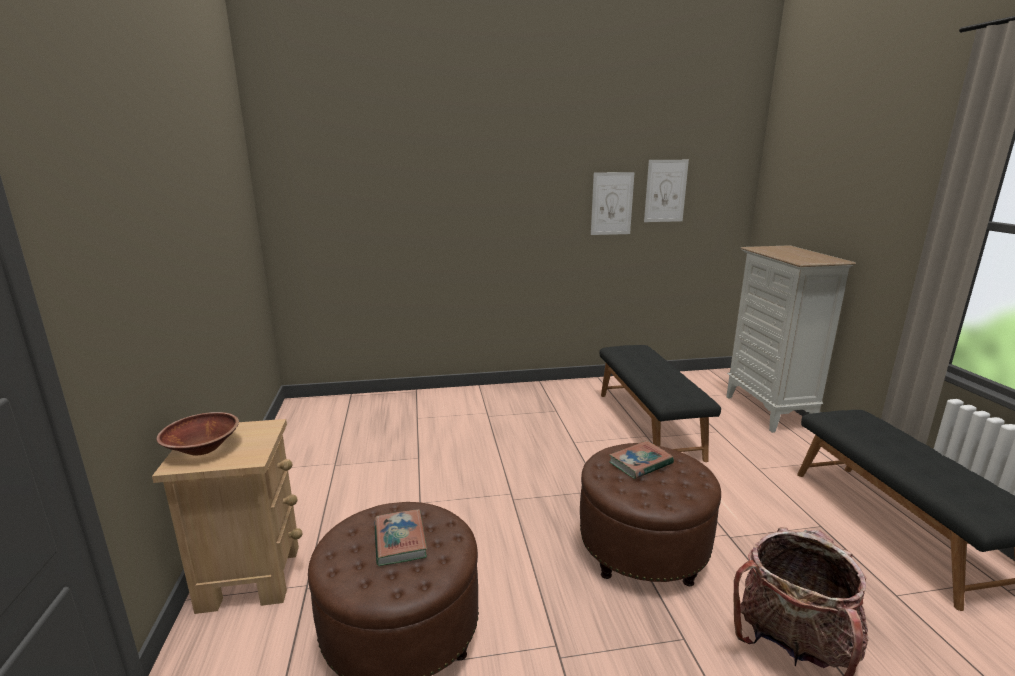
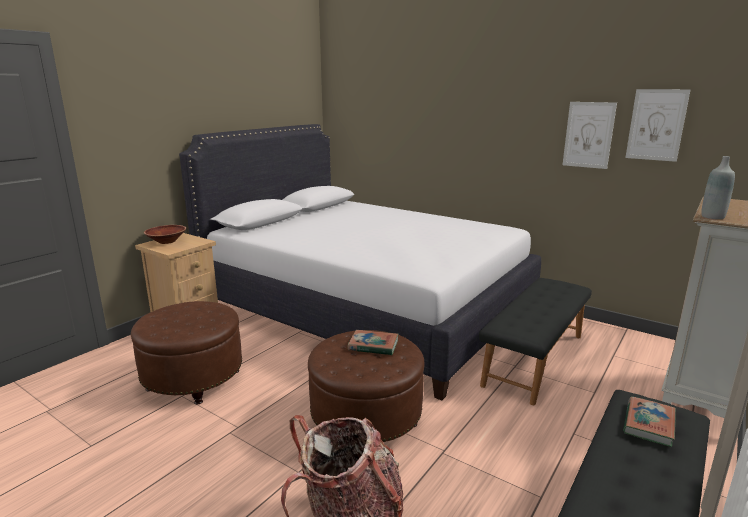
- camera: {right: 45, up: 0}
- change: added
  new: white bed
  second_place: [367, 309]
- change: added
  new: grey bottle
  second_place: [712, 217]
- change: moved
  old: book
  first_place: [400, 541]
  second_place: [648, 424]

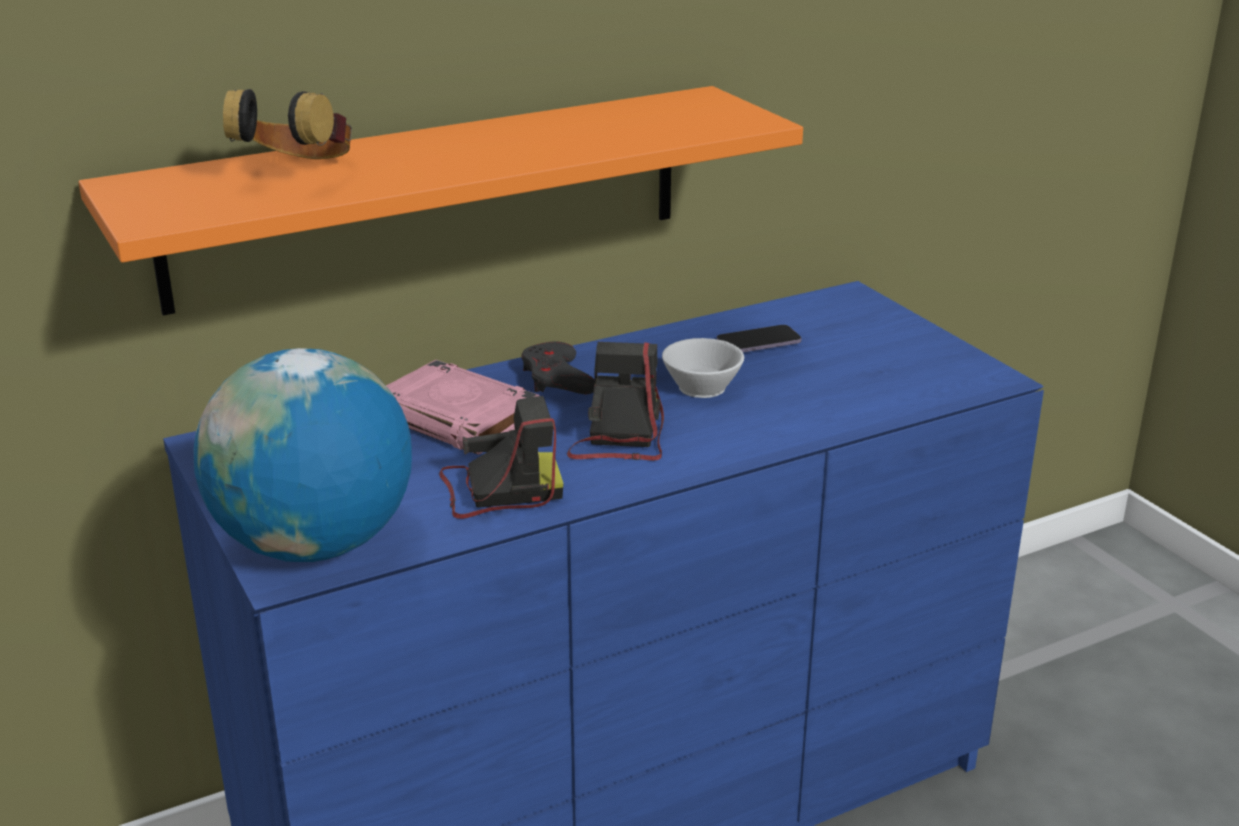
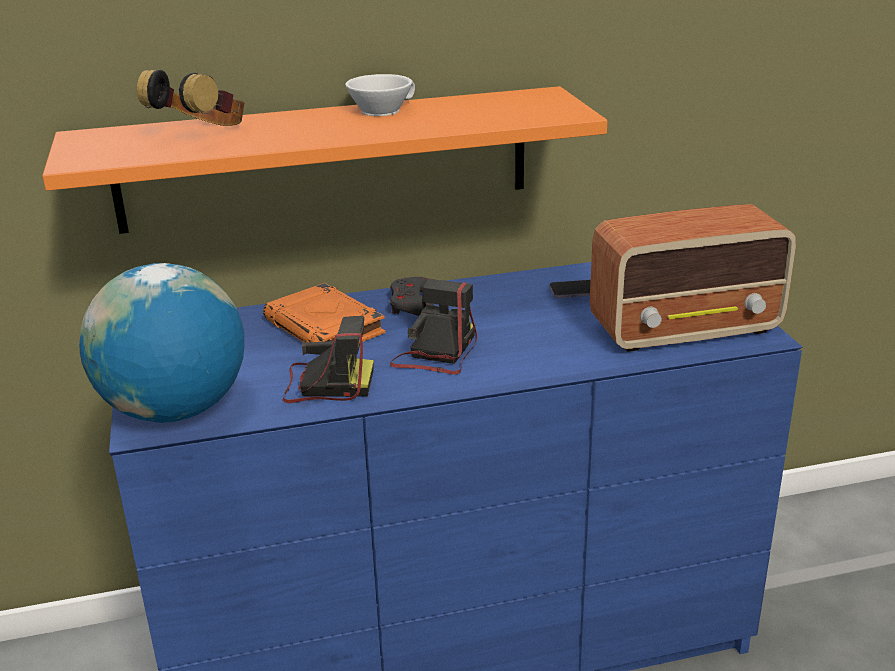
- camera: {right: 15, up: 0}
- change: added
  new: radio
  second_place: [687, 329]
- change: moved
  old: white cup
  first_place: [700, 385]
  second_place: [380, 110]
- change: recoloured
  old: pink book
  new: orange book
  first_place: [457, 418]
  second_place: [326, 327]

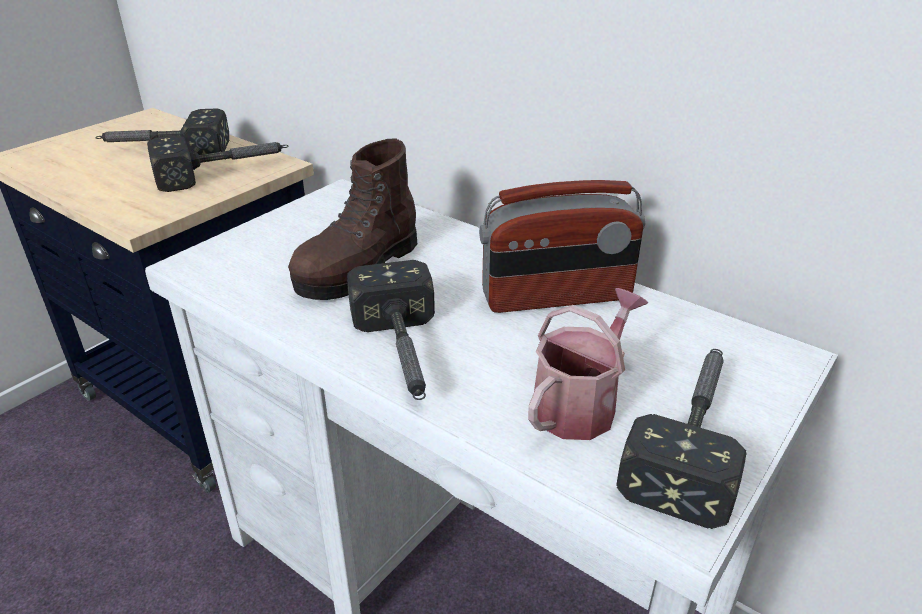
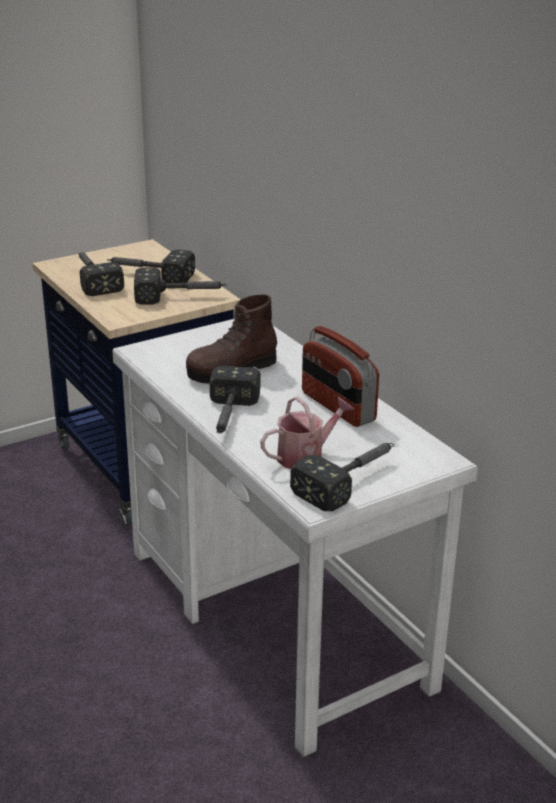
- camera: {right: 20, up: -5}
- change: added
  new: hammer
  second_place: [93, 278]
- change: turned
  old: radio
  first_place: [557, 297]
  second_place: [337, 407]
  degrees: 45

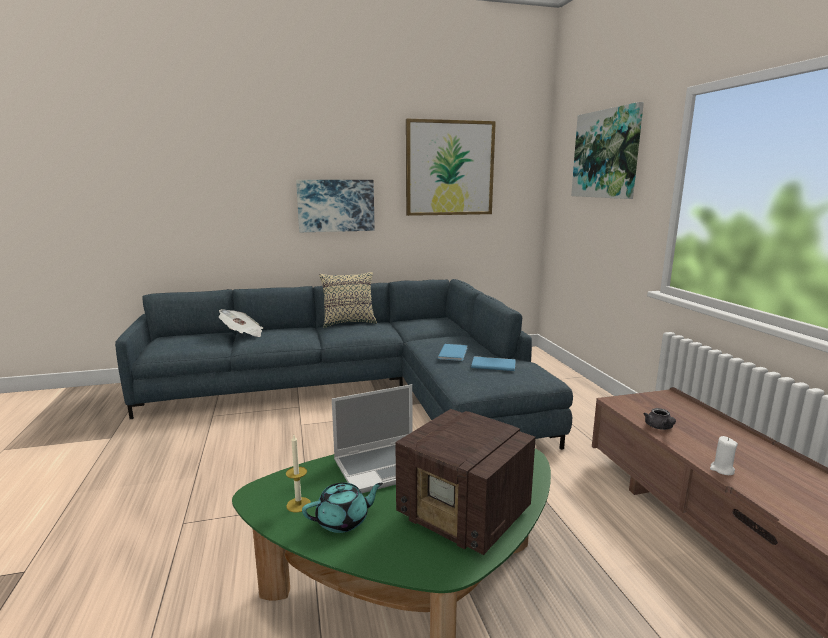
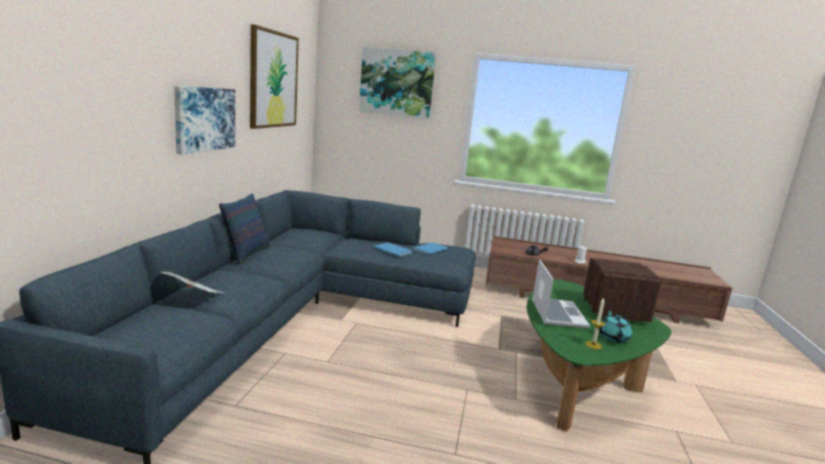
- camera: {right: -65, up: 0}
- change: recoloured
  old: beige pillow
  new: blue pillow
  first_place: [349, 323]
  second_place: [246, 254]
- change: turned
  old: radio
  first_place: [465, 515]
  second_place: [614, 311]
  degrees: -60

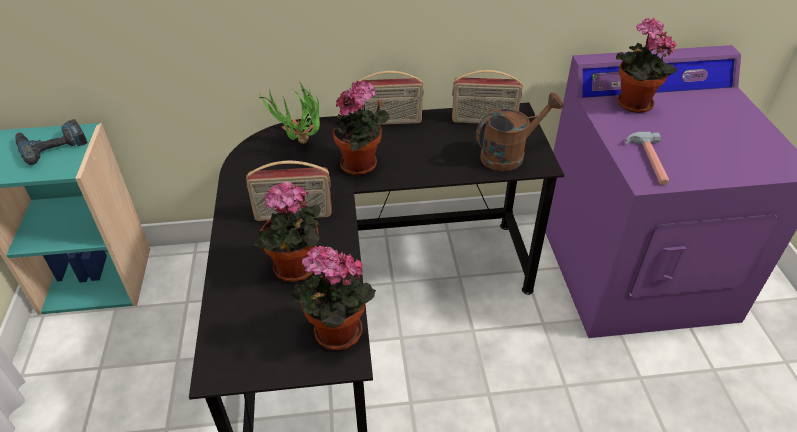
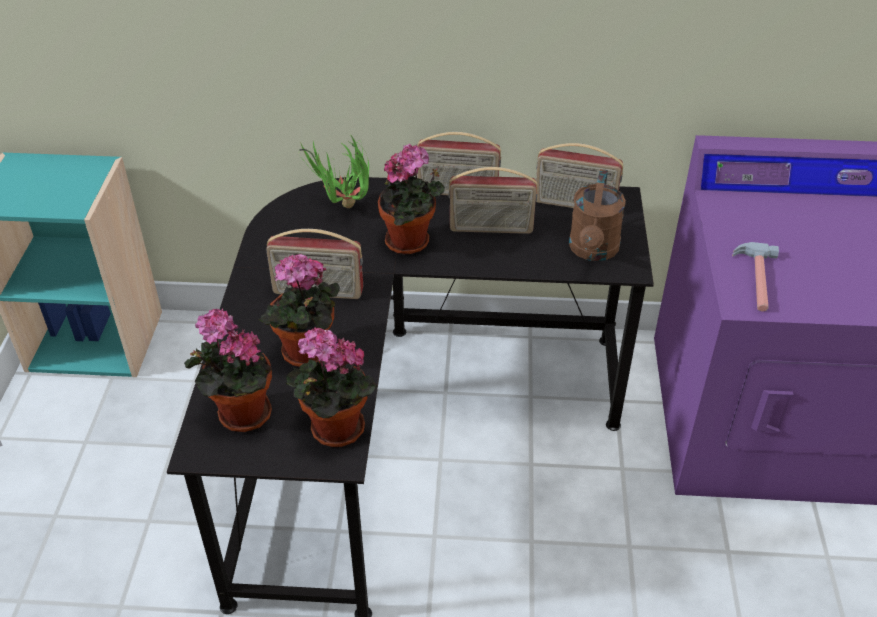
- camera: {right: 10, up: 0}
- change: removed
  old: power drill
  first_place: [52, 144]
- change: added
  new: radio
  second_place: [491, 228]
- change: moved
  old: potted plant
  first_place: [631, 105]
  second_place: [239, 414]
- change: turned
  old: brown watering can
  first_place: [509, 155]
  second_place: [593, 251]
  degrees: 120

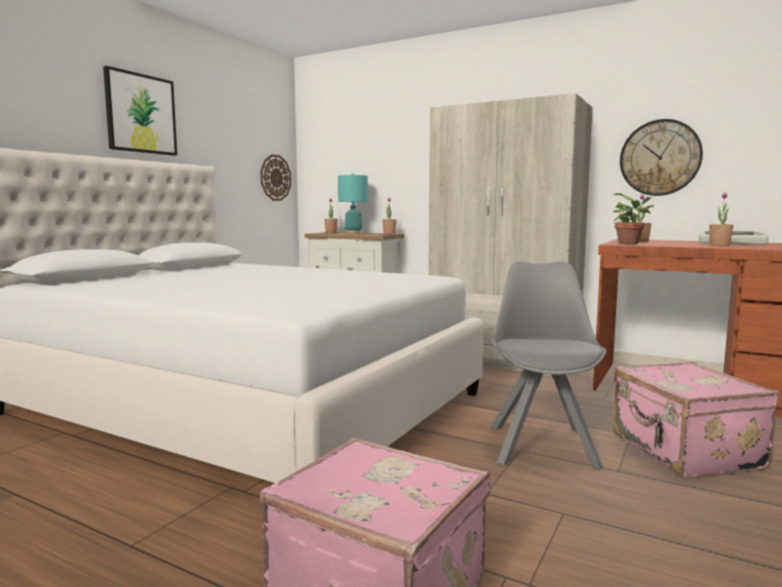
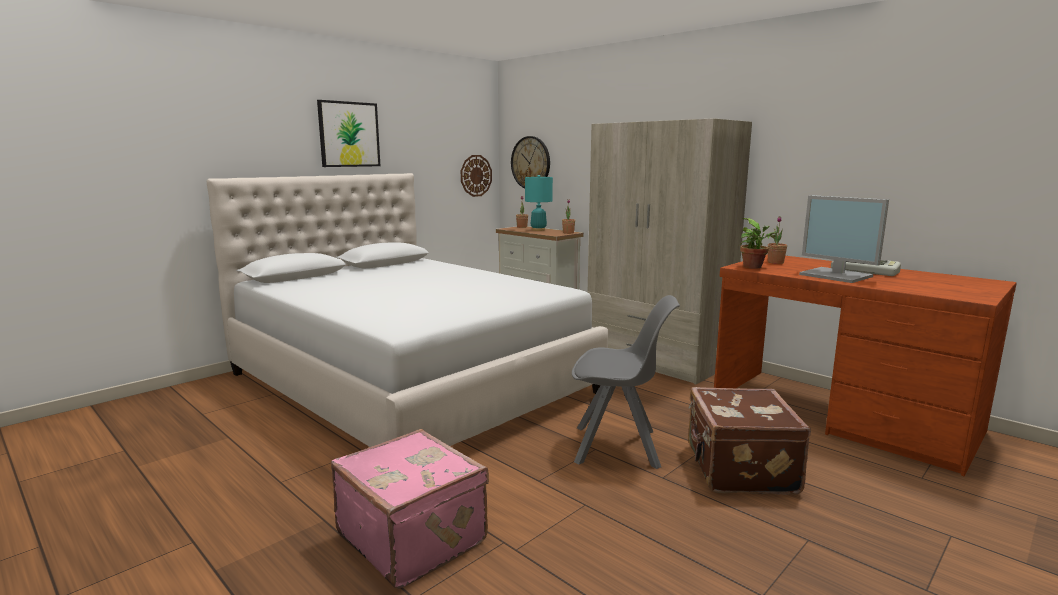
- camera: {right: 15, up: 5}
- change: moved
  old: wall clock
  first_place: [660, 158]
  second_place: [530, 163]
- change: replaced
  old: potted plant
  new: monitor
  first_place: [719, 245]
  second_place: [837, 275]
- change: recoloured
  old: pink suitcase
  new: brown suitcase
  first_place: [684, 452]
  second_place: [738, 469]
- change: turned
  old: grey chair
  first_place: [542, 445]
  second_place: [618, 447]
  degrees: 75

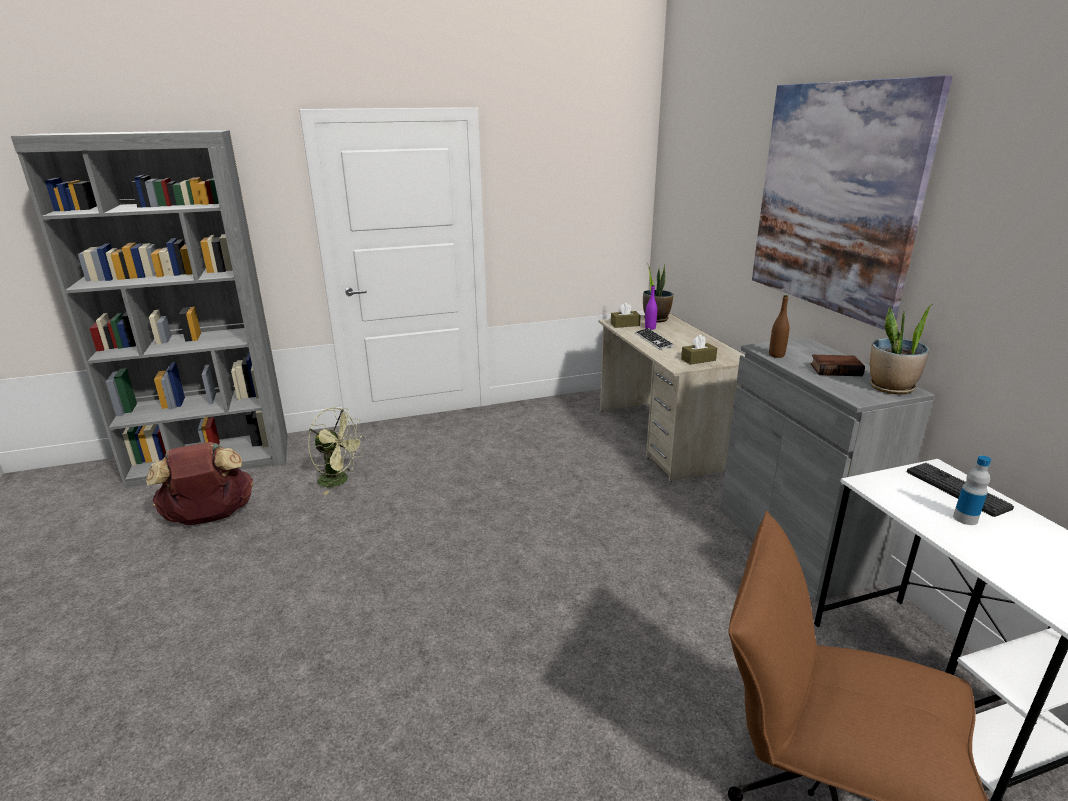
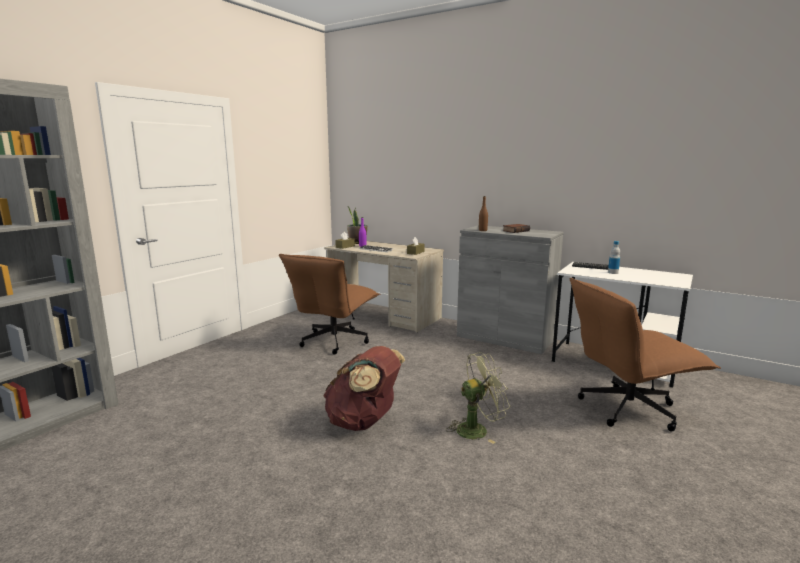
- camera: {right: -40, up: -10}
- change: removed
  old: picture
  first_place: [834, 198]
- change: removed
  old: potted plant
  first_place: [891, 388]
- change: added
  new: brown office chair
  second_place: [335, 341]
- change: moved
  old: brown backpack
  first_place: [210, 518]
  second_place: [364, 422]
- change: moved
  old: green fan
  first_place: [339, 480]
  second_place: [477, 429]

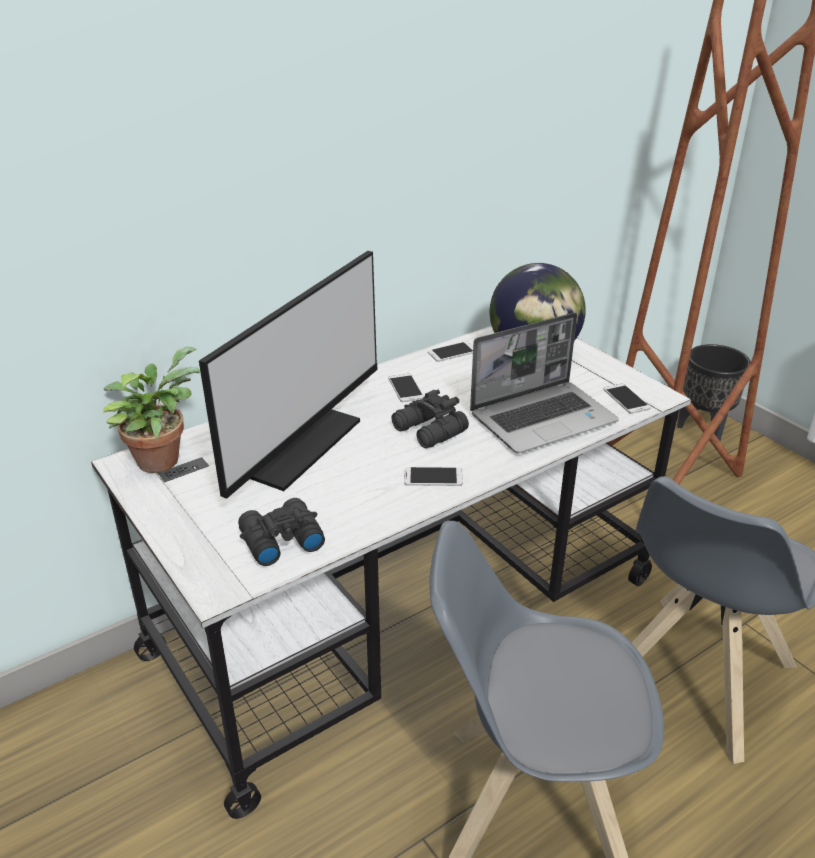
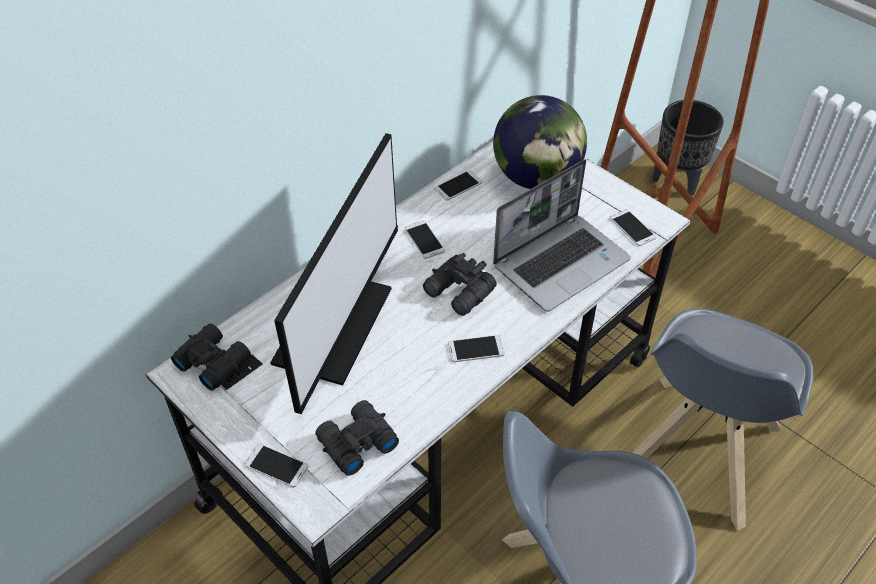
- camera: {right: -10, up: 15}
- change: added
  new: phone
  second_place: [276, 466]
- change: replaced
  old: potted plant
  new: black binoculars
  first_place: [161, 458]
  second_place: [213, 361]

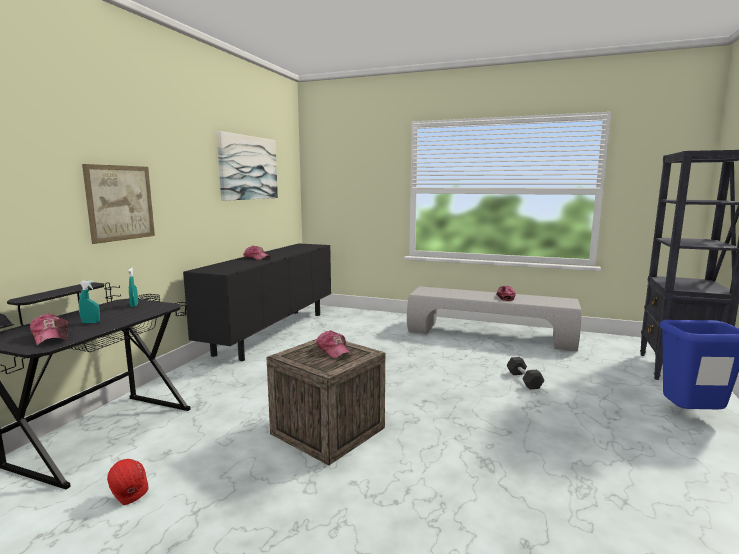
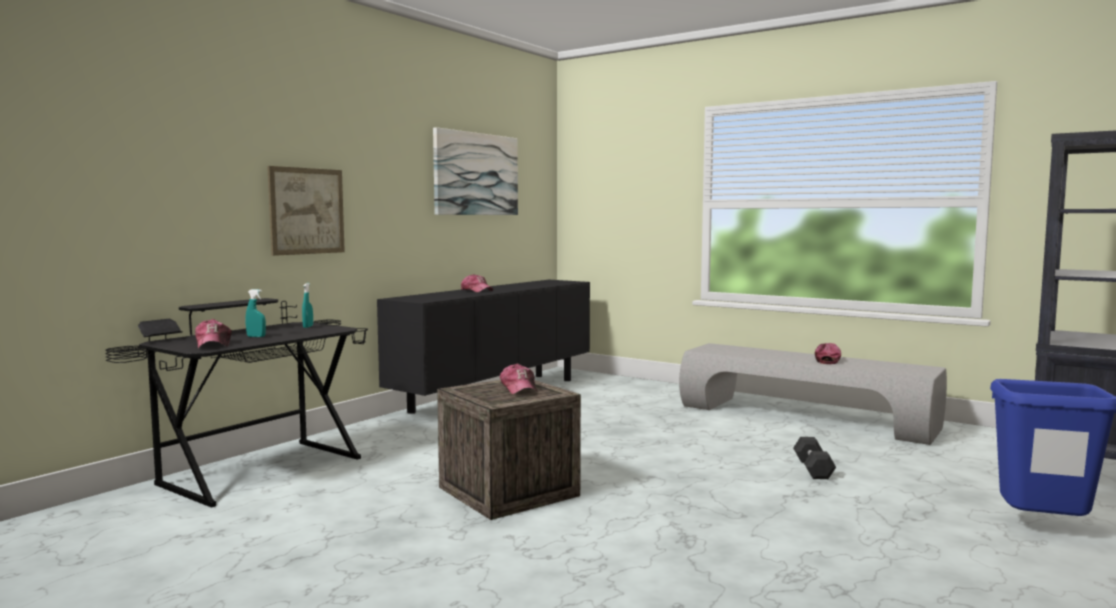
- camera: {right: 15, up: -5}
- change: removed
  old: red hard hat
  first_place: [130, 495]

